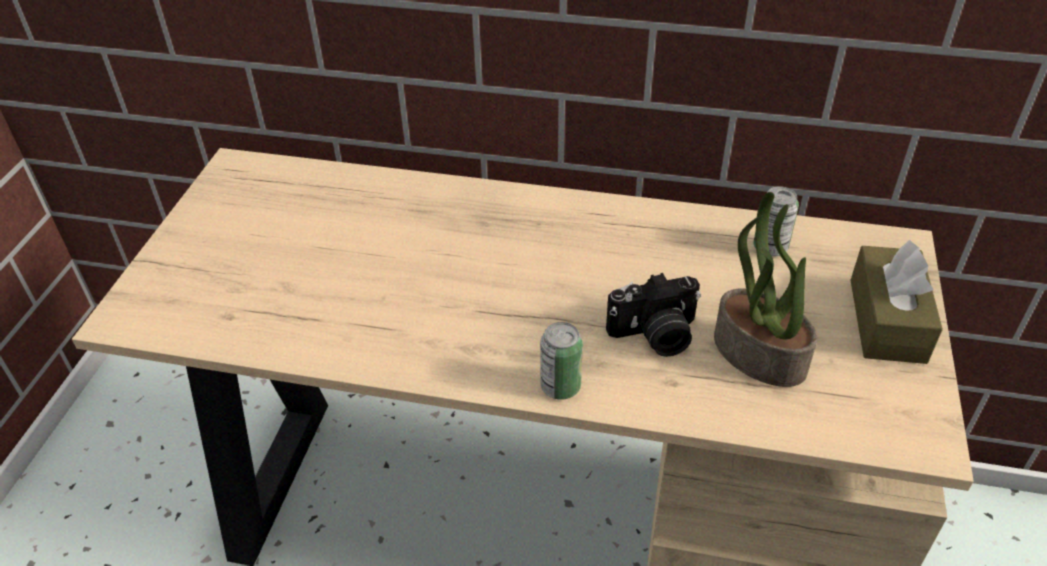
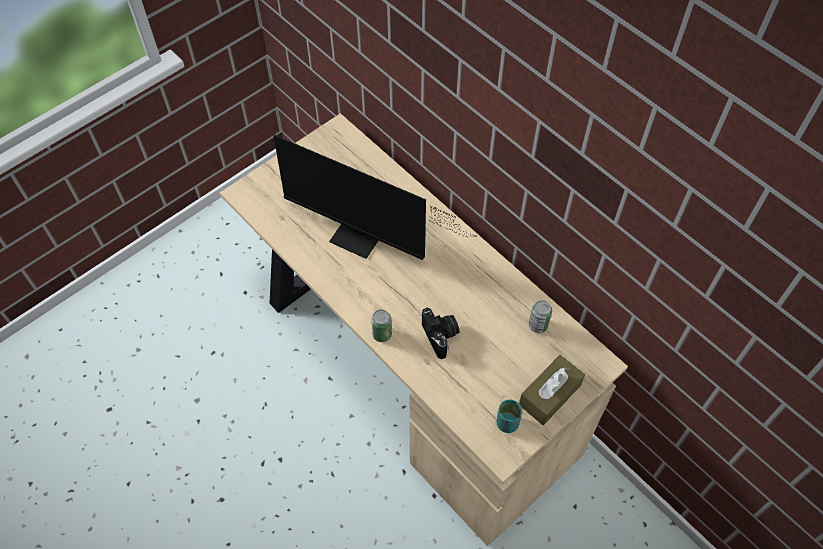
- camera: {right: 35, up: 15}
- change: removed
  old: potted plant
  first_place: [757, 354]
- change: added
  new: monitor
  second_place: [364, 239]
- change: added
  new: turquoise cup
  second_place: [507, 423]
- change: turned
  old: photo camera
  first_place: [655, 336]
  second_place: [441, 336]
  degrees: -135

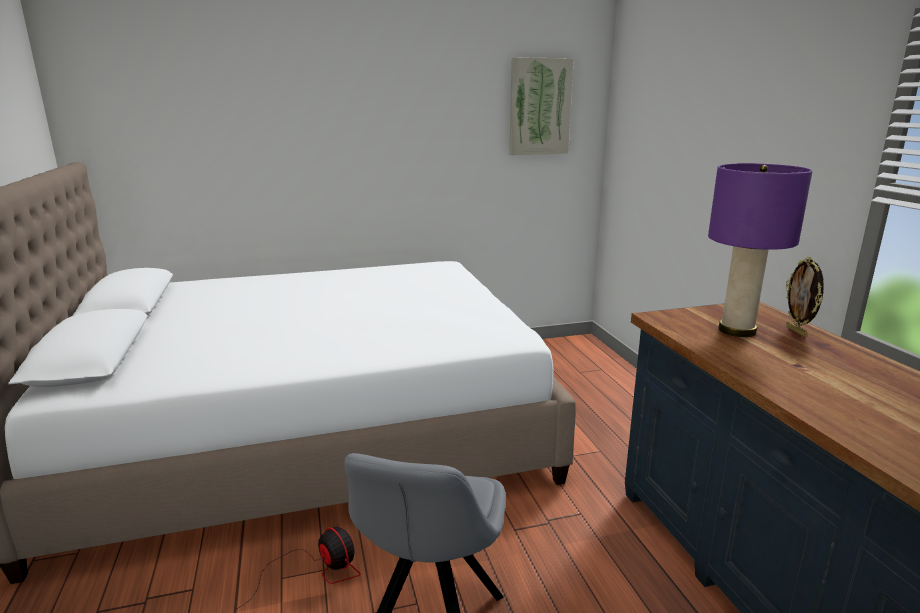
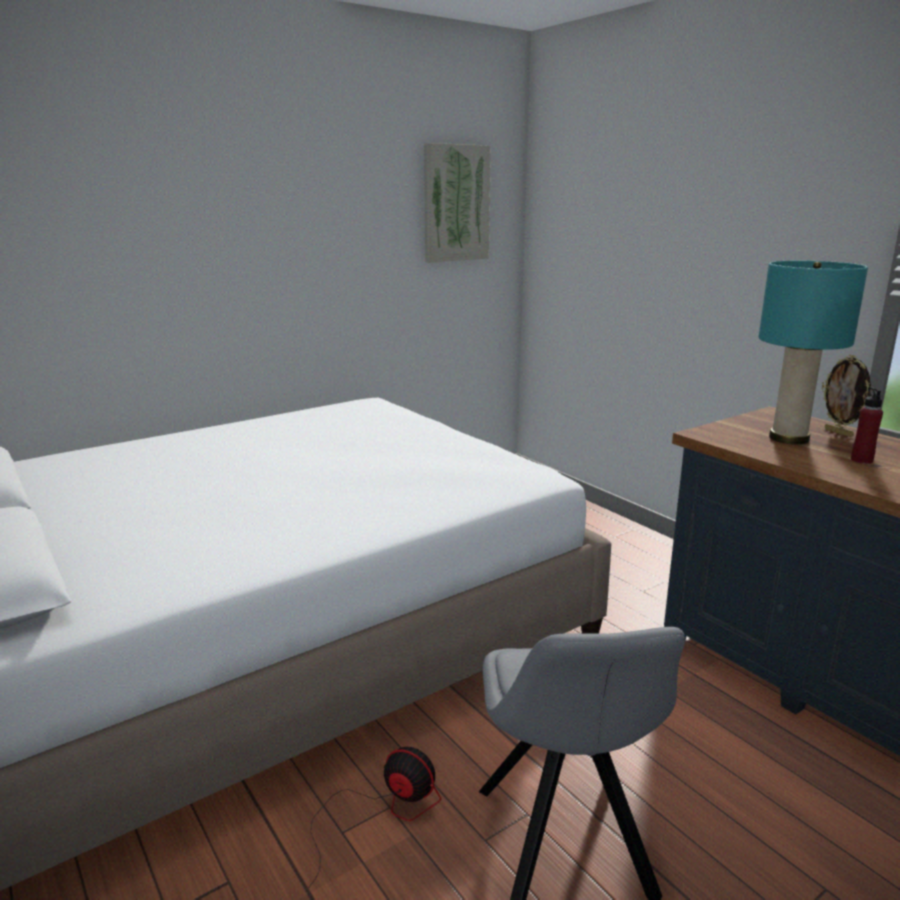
- camera: {right: -20, up: 0}
- change: added
  new: red bottle
  second_place: [861, 460]
- change: recoloured
  old: purple table lamp
  new: turquoise table lamp
  first_place: [736, 330]
  second_place: [788, 438]

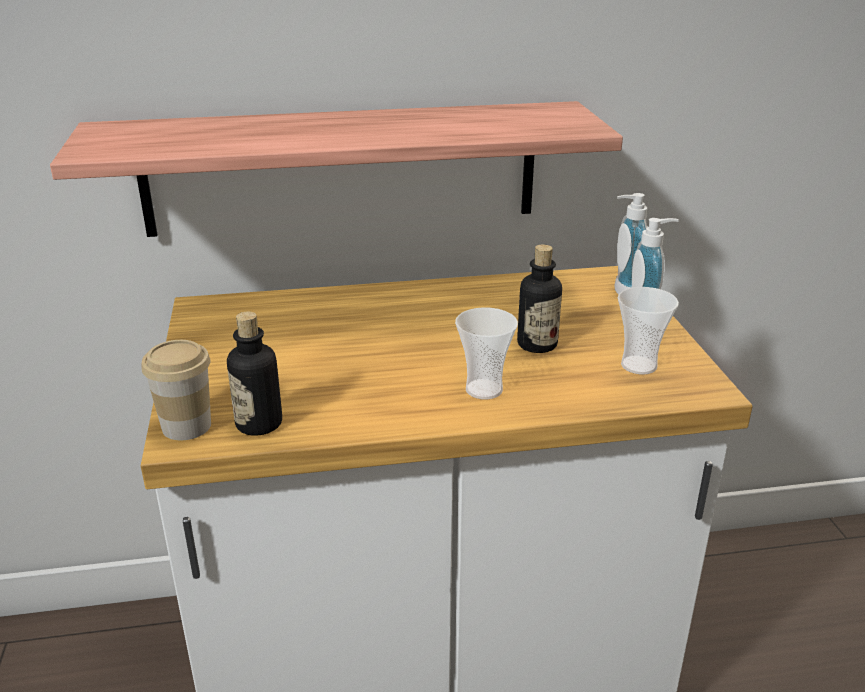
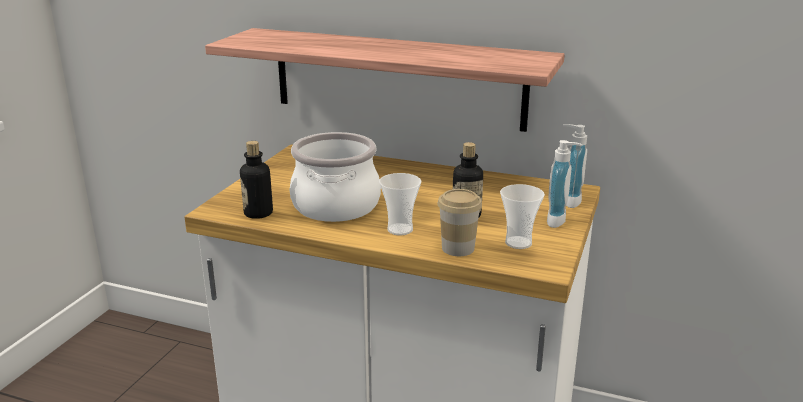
- camera: {right: 30, up: -5}
- change: added
  new: cooking pot
  second_place: [335, 206]
- change: moved
  old: cup
  first_place: [186, 426]
  second_place: [458, 248]

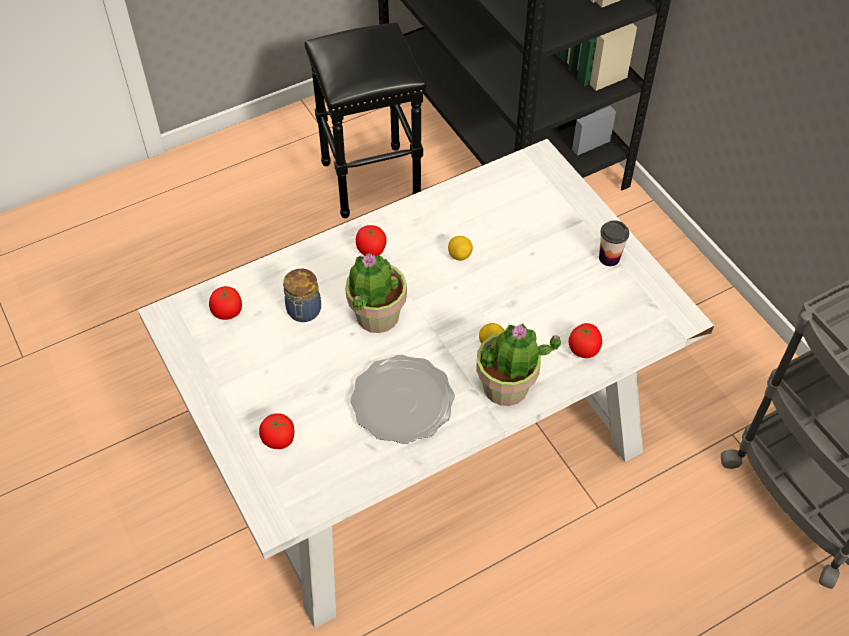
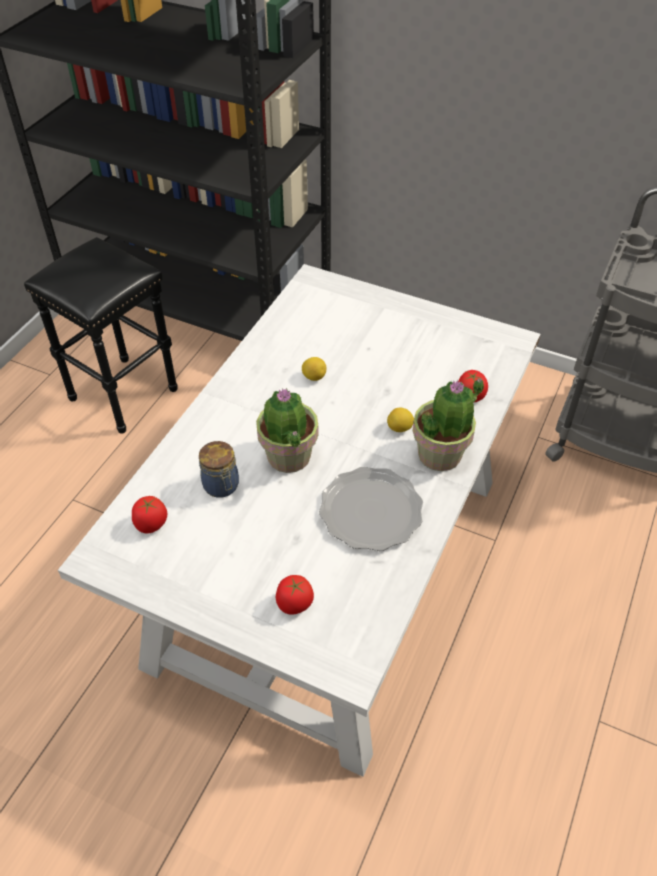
- camera: {right: -35, up: -5}
- change: removed
  old: tomato
  first_place: [371, 251]
- change: removed
  old: cup
  first_place: [609, 258]

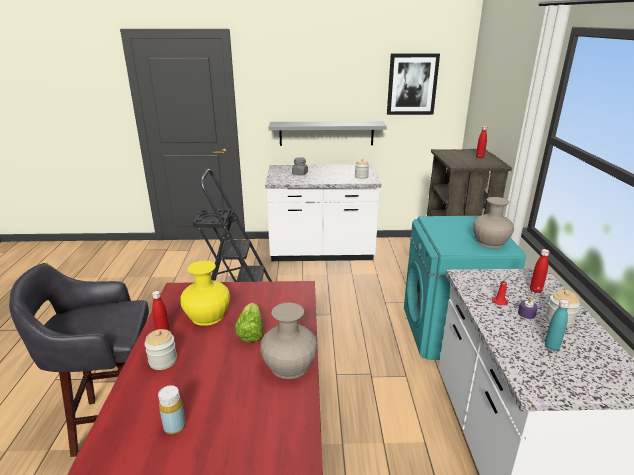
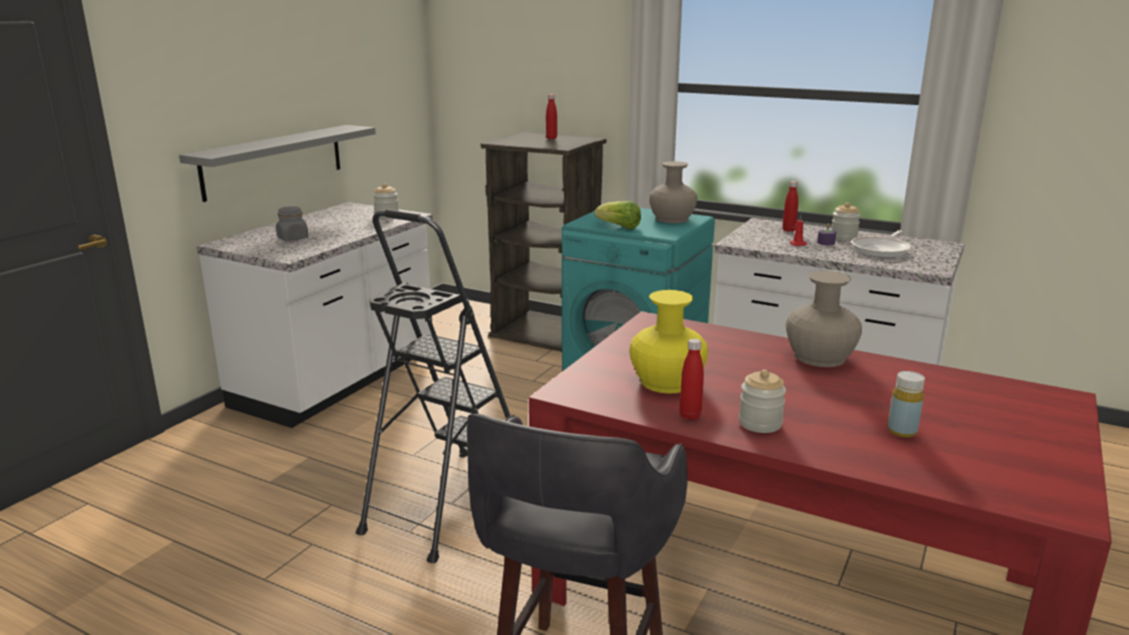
- camera: {right: -60, up: -5}
- change: removed
  old: picture
  first_place: [412, 84]
- change: moved
  old: lettuce
  first_place: [250, 332]
  second_place: [619, 227]
- change: replaced
  old: turquoise bottle
  new: frying pan
  first_place: [551, 347]
  second_place: [881, 250]

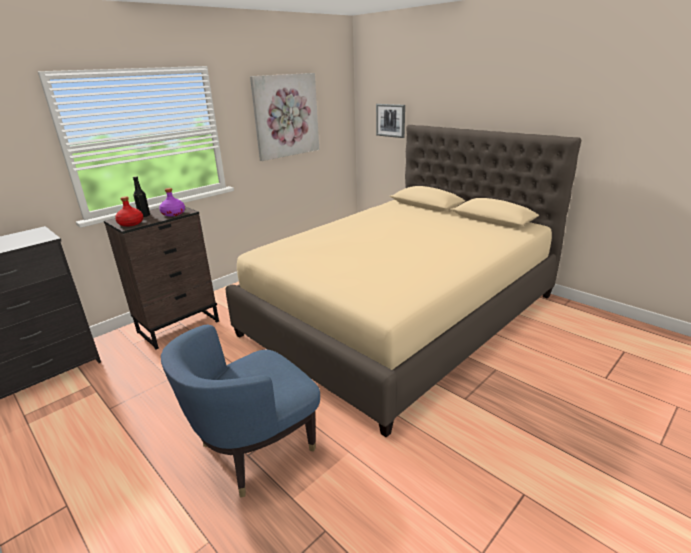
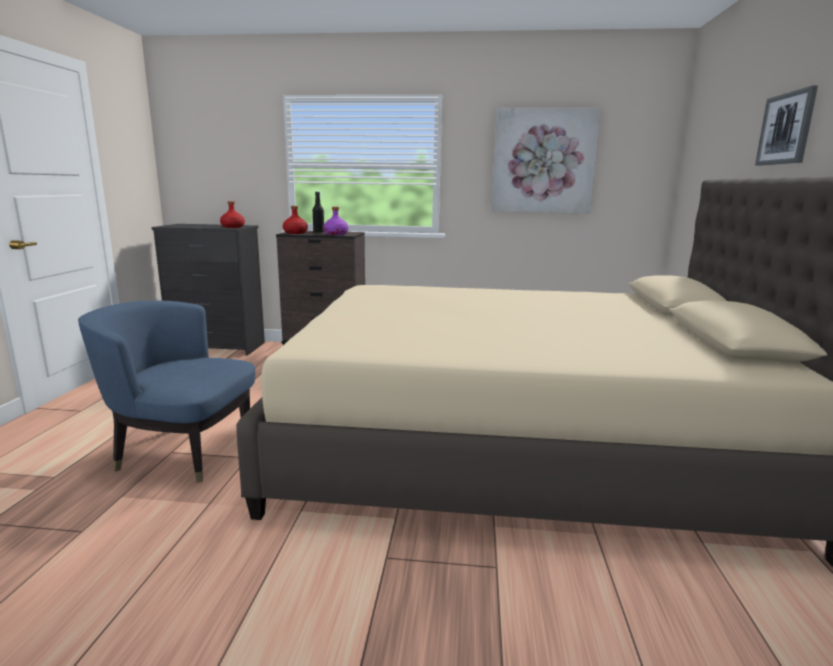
- camera: {right: 50, up: -10}
- change: added
  new: red bottle
  second_place: [233, 227]
- change: moved
  old: picture
  first_place: [390, 120]
  second_place: [786, 129]

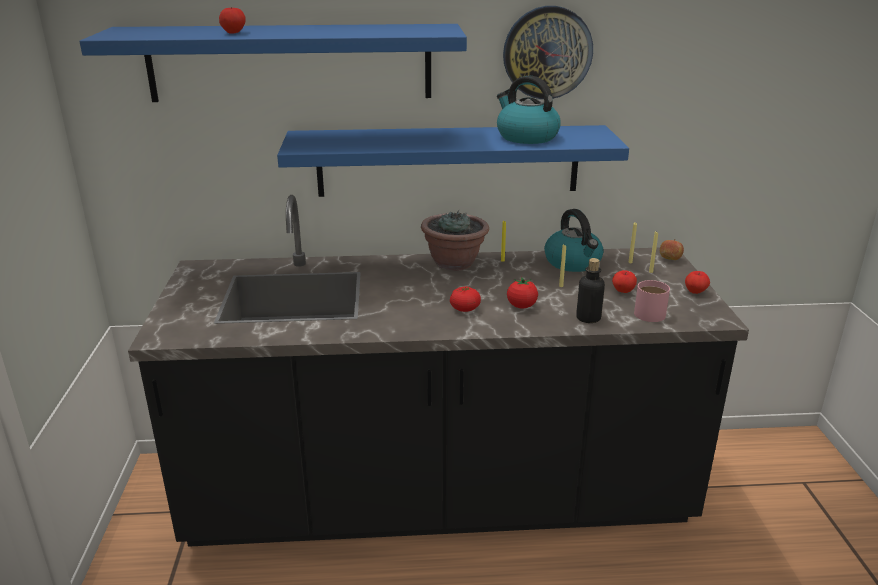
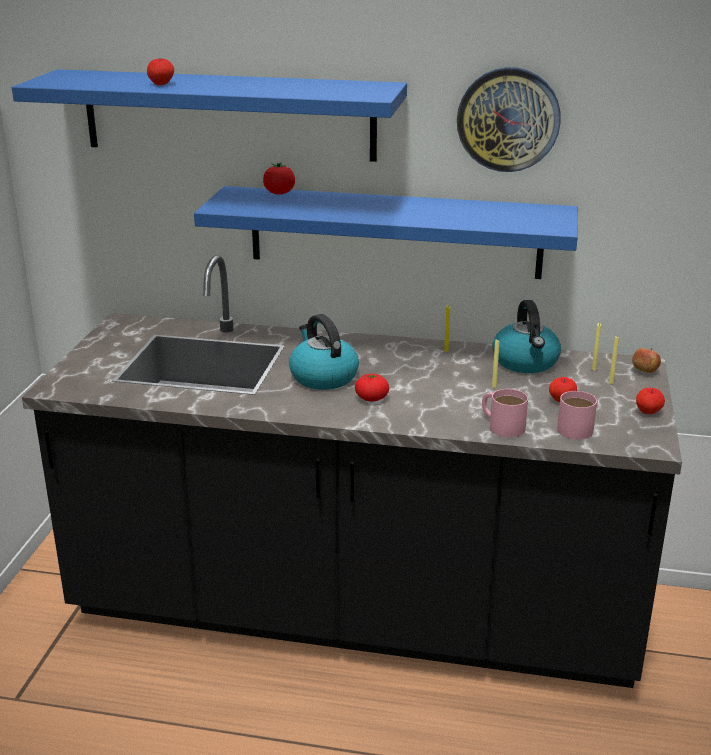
- camera: {right: 15, up: 0}
- change: removed
  old: potted plant
  first_place: [454, 263]
- change: moved
  old: kettle
  first_place: [526, 137]
  second_place: [323, 377]
- change: moved
  old: tomato
  first_place: [521, 306]
  second_place: [279, 193]
- change: replaced
  old: bottle
  new: pink mug
  first_place: [588, 318]
  second_place: [501, 425]

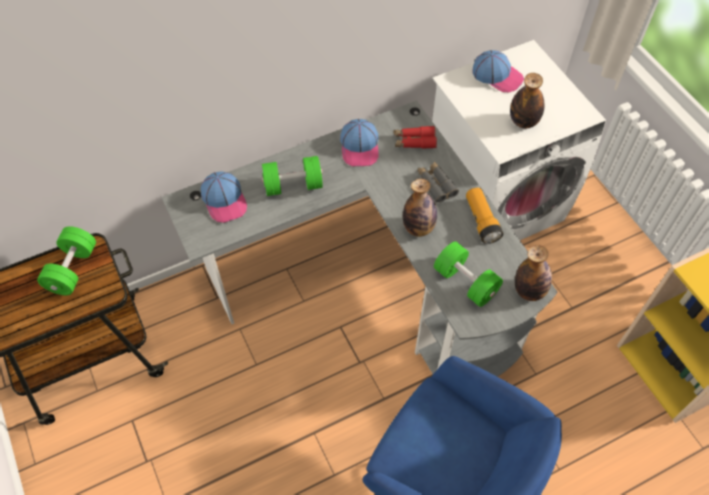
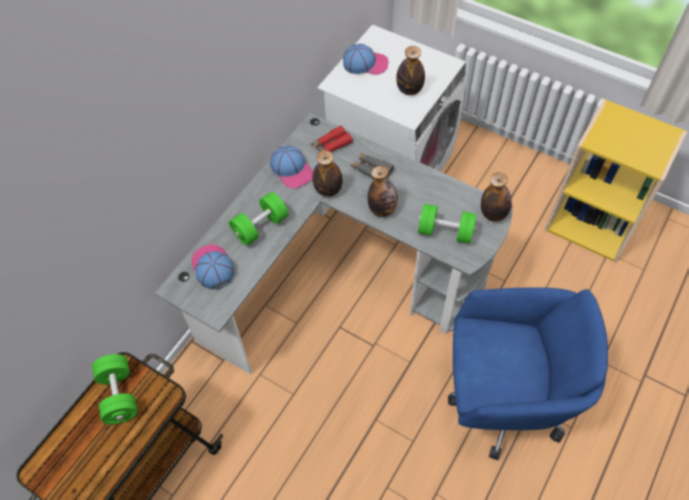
- camera: {right: -30, up: 0}
- change: removed
  old: flashlight
  first_place: [481, 221]
- change: added
  new: bottle
  second_place: [328, 190]
- change: turned
  old: cap
  first_place: [225, 200]
  second_place: [212, 267]
  degrees: -150

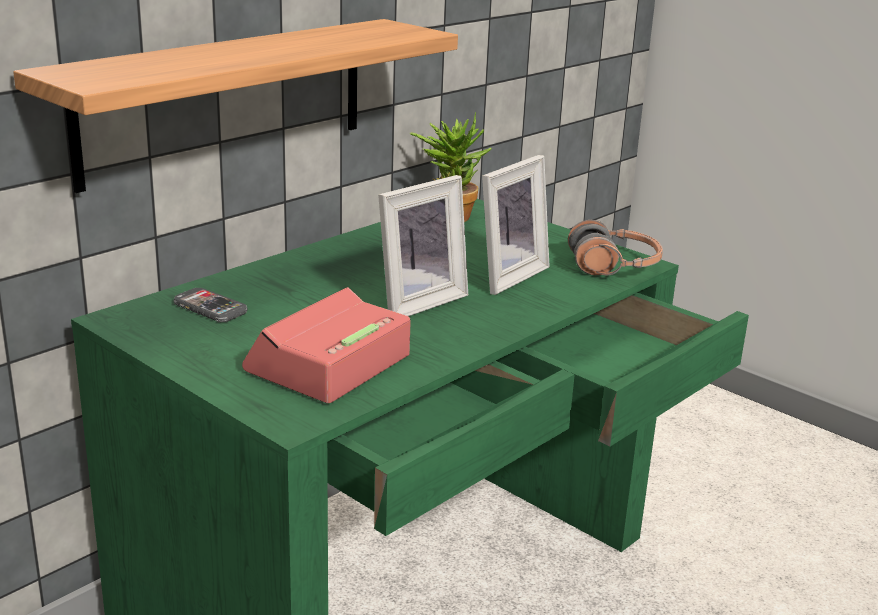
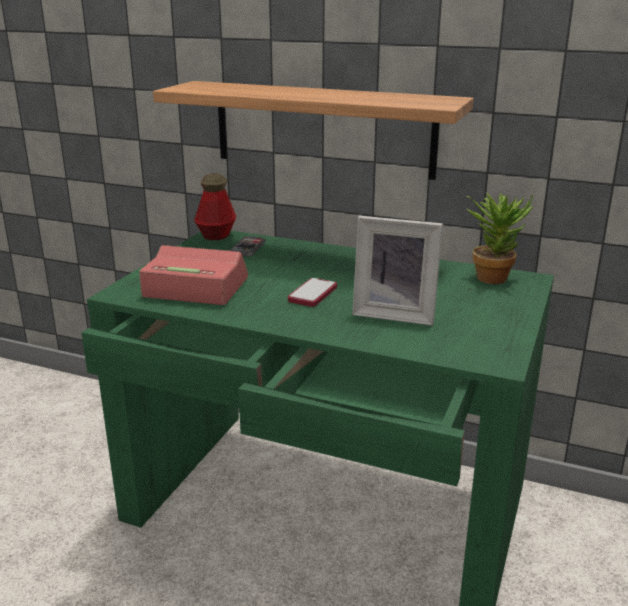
- camera: {right: 70, up: 0}
- change: removed
  old: headphones
  first_place: [614, 266]
- change: added
  new: bottle
  second_place: [216, 235]
- change: replaced
  old: picture frame
  new: phone
  first_place: [416, 302]
  second_place: [312, 294]

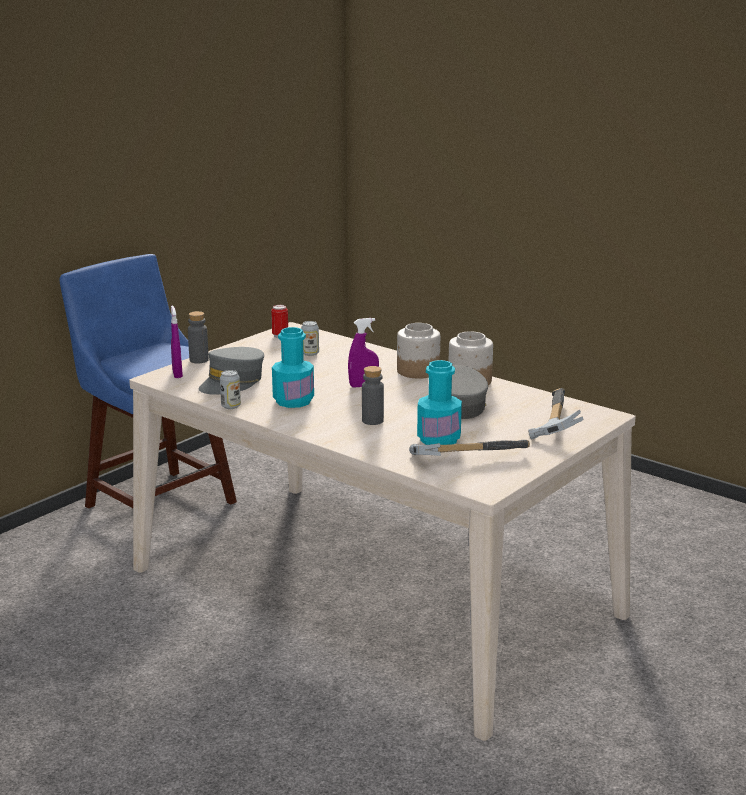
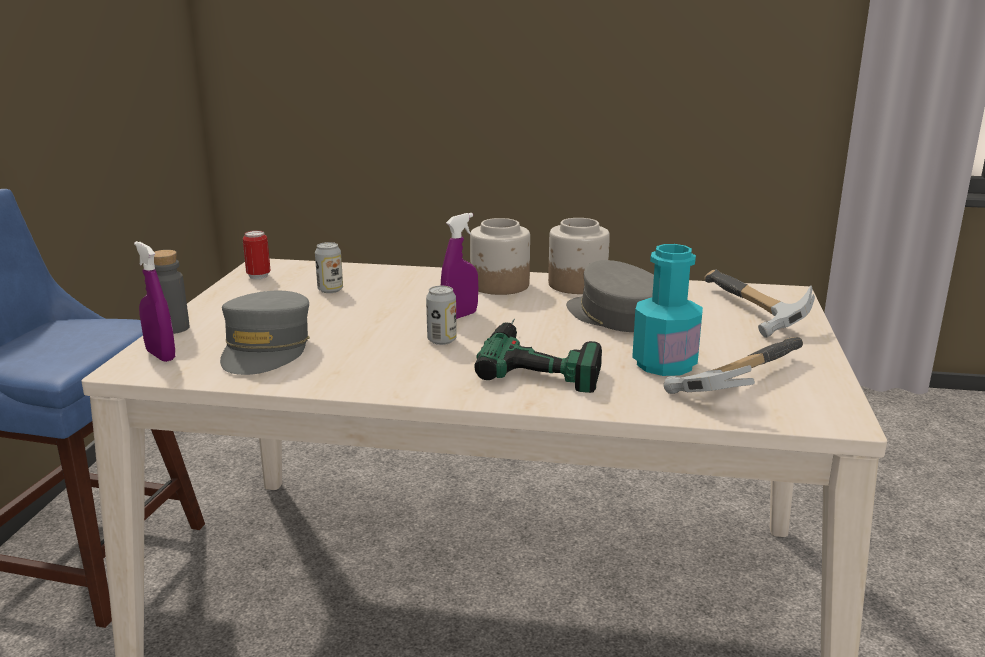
- camera: {right: -30, up: 0}
- change: removed
  old: turquoise bottle
  first_place: [293, 401]
- change: moved
  old: can
  first_place: [231, 406]
  second_place: [442, 340]
- change: replaced
  old: grey bottle
  new: power drill
  first_place: [372, 421]
  second_place: [543, 359]

